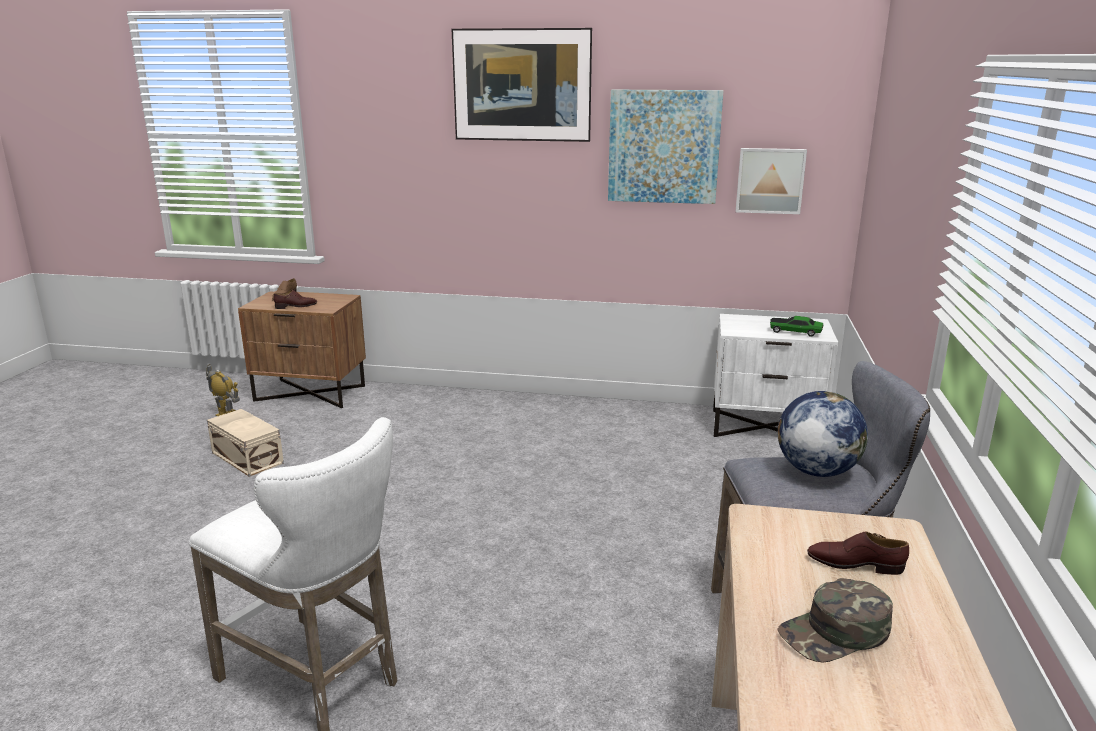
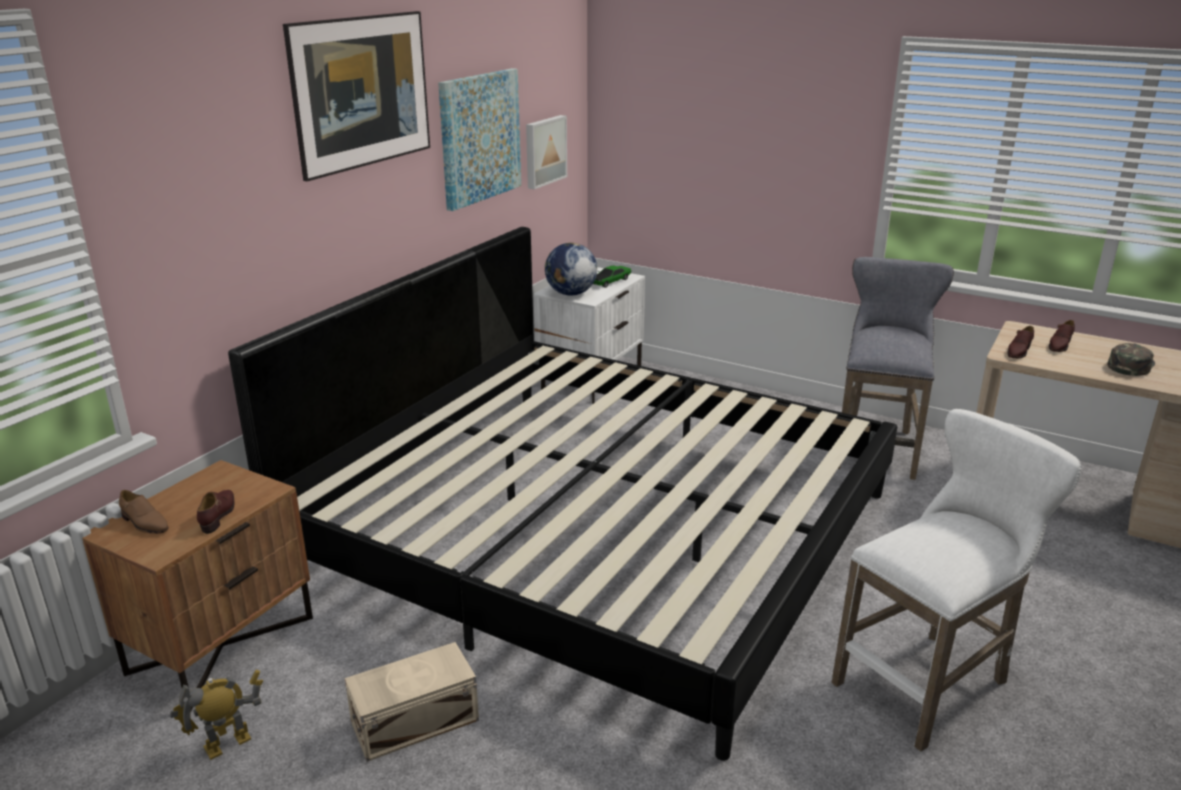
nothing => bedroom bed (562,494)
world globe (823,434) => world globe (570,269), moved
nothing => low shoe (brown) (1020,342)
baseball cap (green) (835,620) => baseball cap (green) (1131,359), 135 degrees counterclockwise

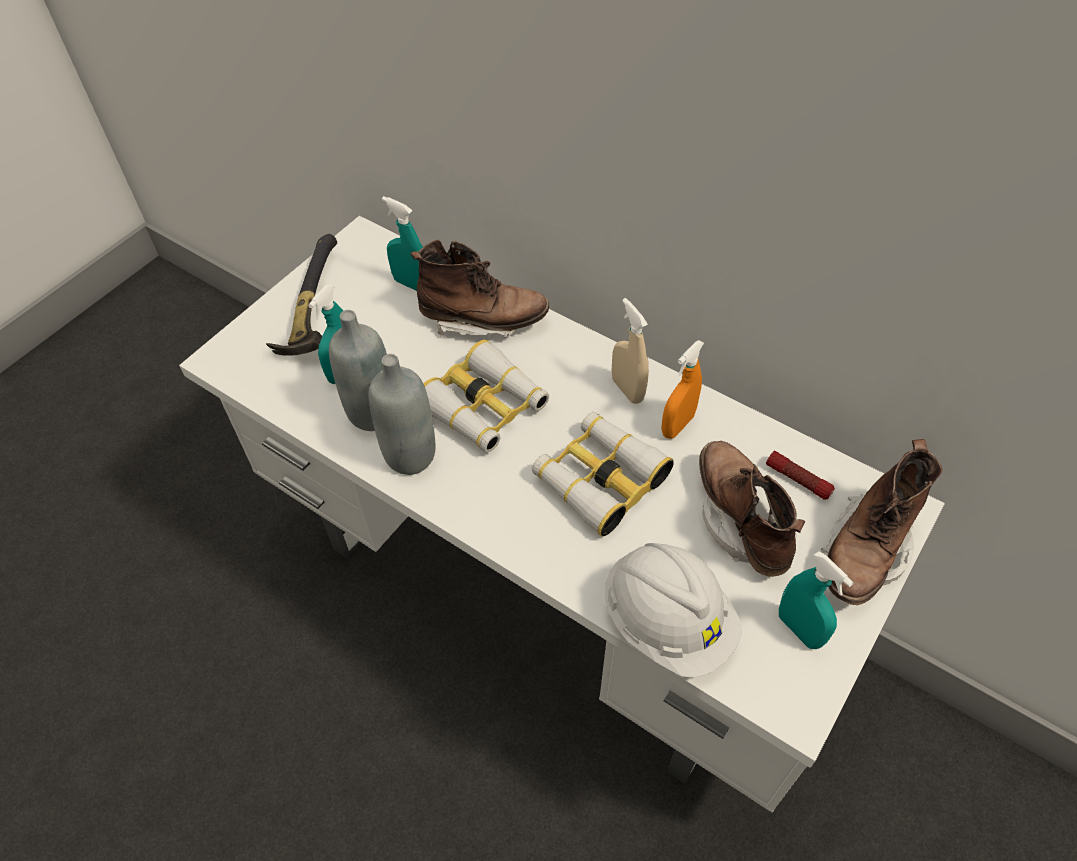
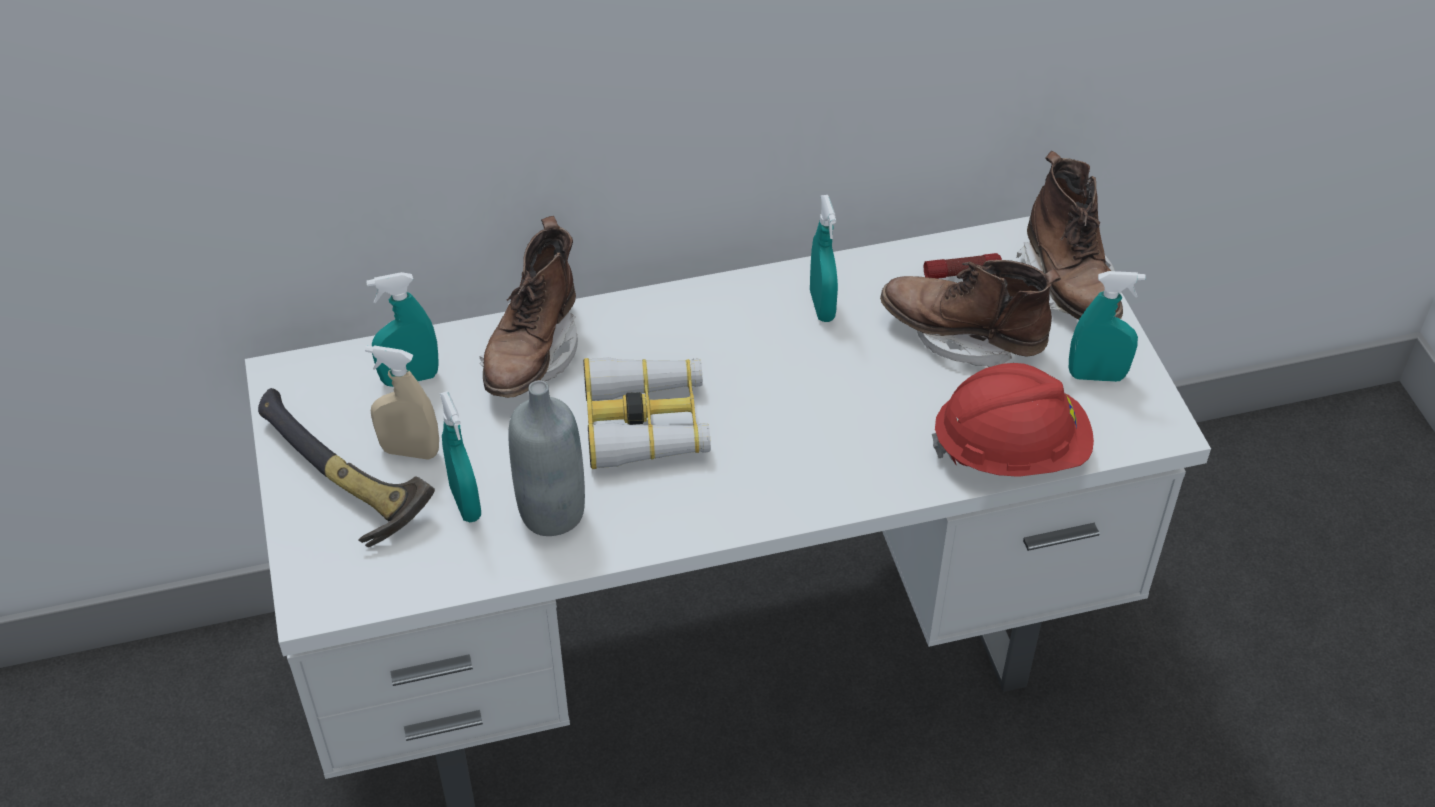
spray bottle (beige) (630,351) => spray bottle (beige) (402,402), moved
boot (brown) (479,289) => boot (brown) (528,307), 150 degrees clockwise
spray bottle (orange) (682,389) => spray bottle (turquoise) (824,258)
hard hat (whitish) (673,610) => hard hat (reddish) (1013,420)
beverage bottle (greyish) (401,414) => nothing
binoculars (603,474) => nothing

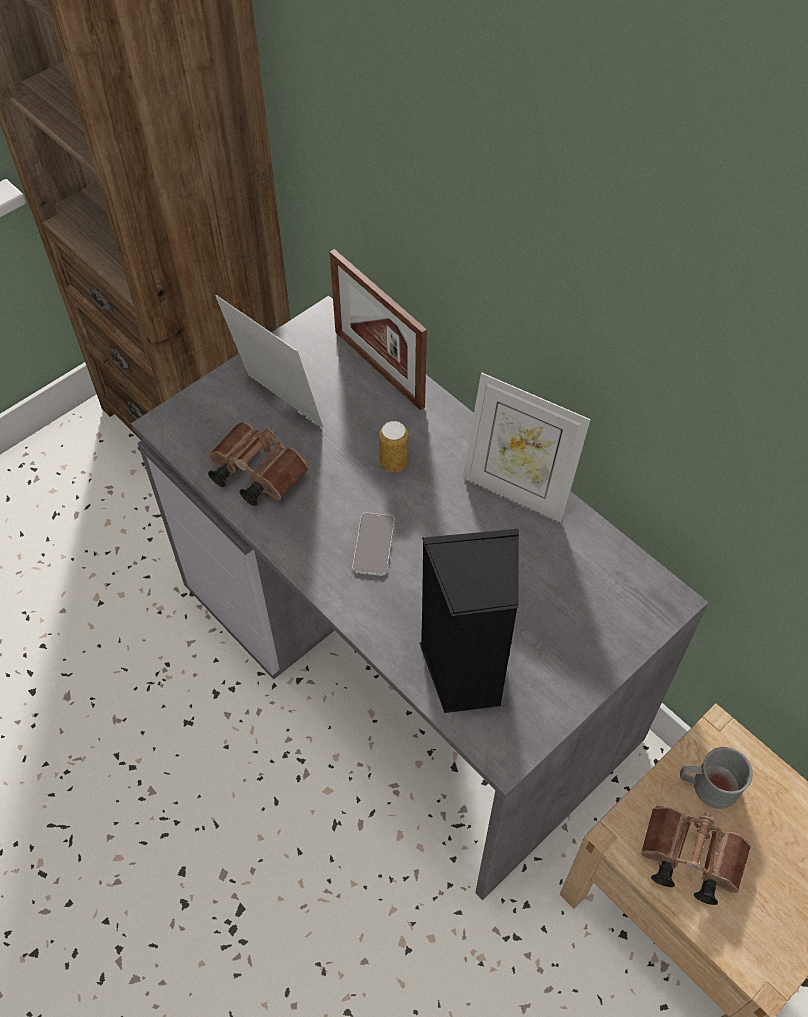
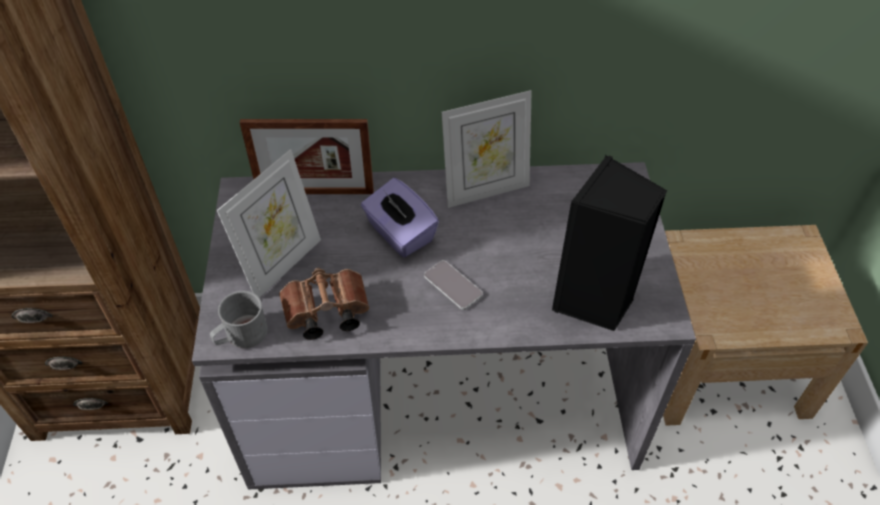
mug (greyish) (716,778) => mug (greyish) (239,319), moved
photo frame (269,361) => photo frame (269,223), 135 degrees clockwise
metal can (393,447) => tissue box (purplish) (400,217)
binoculars (brown) (696,855) => nothing

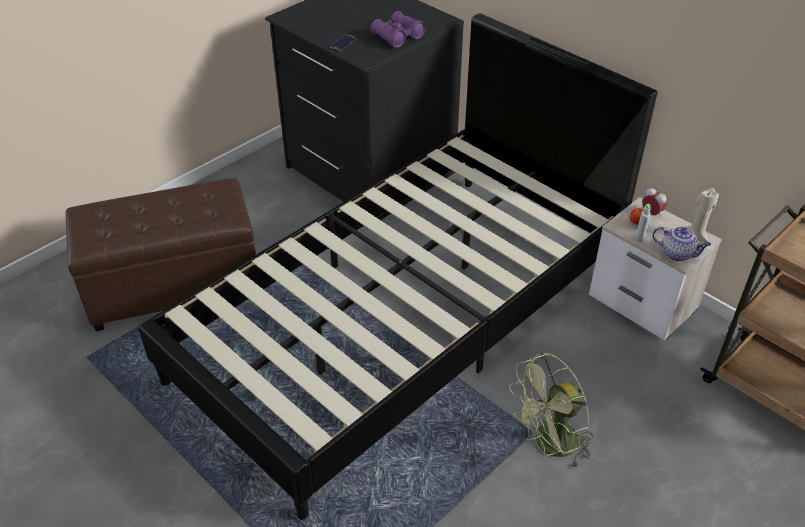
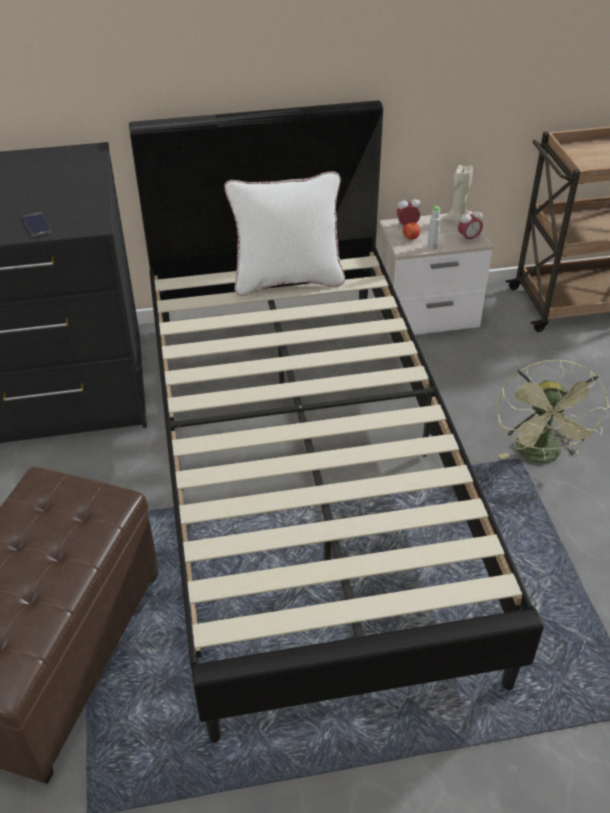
nothing => throw pillow (whitish) (284,233)
teapot (681,243) => bedside clock (470,225)
binoculars (purplish) (398,29) => nothing

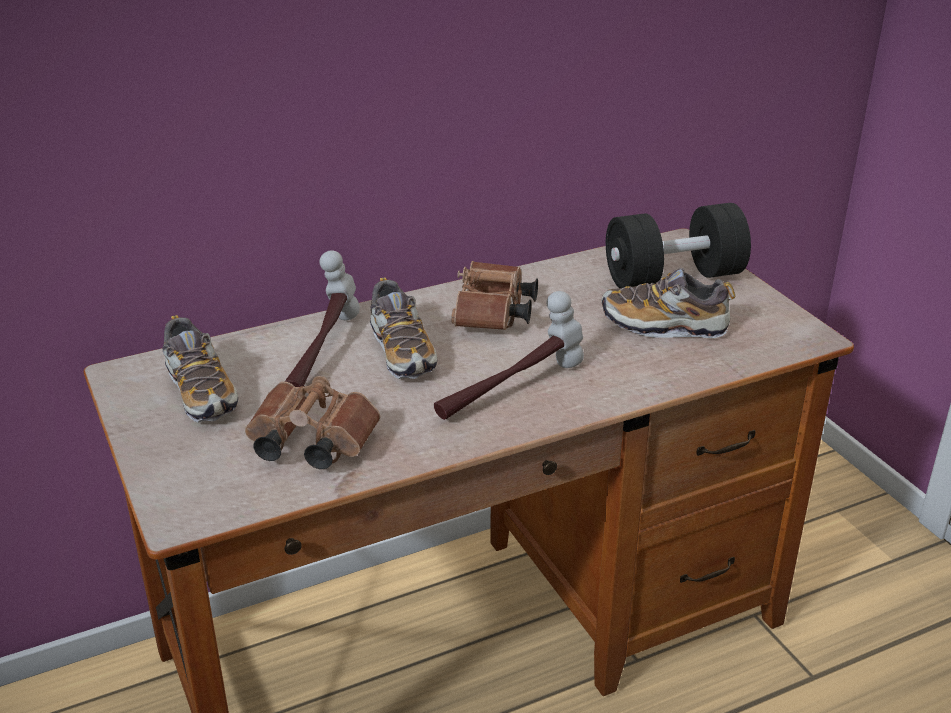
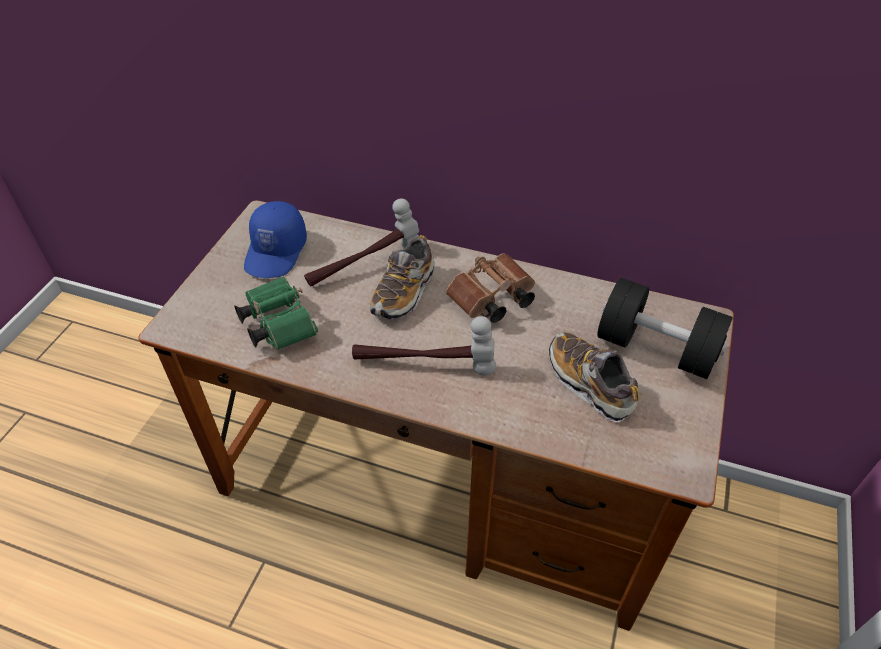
binoculars (brown) (312,422) => binoculars (green) (276,313)
low shoe (200,369) => baseball cap (blue-coloured) (275,239)

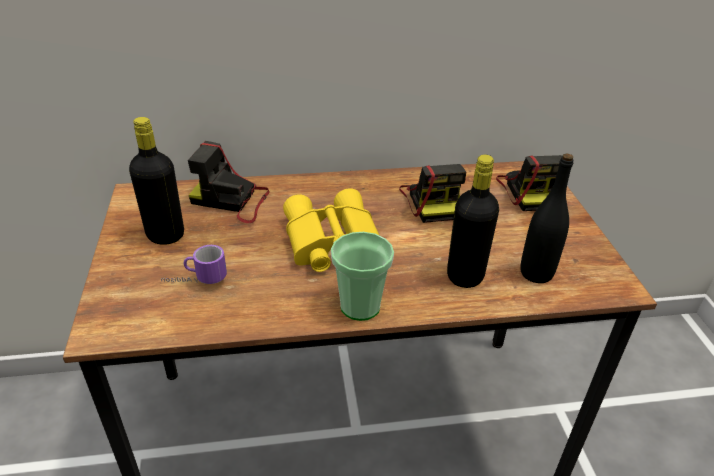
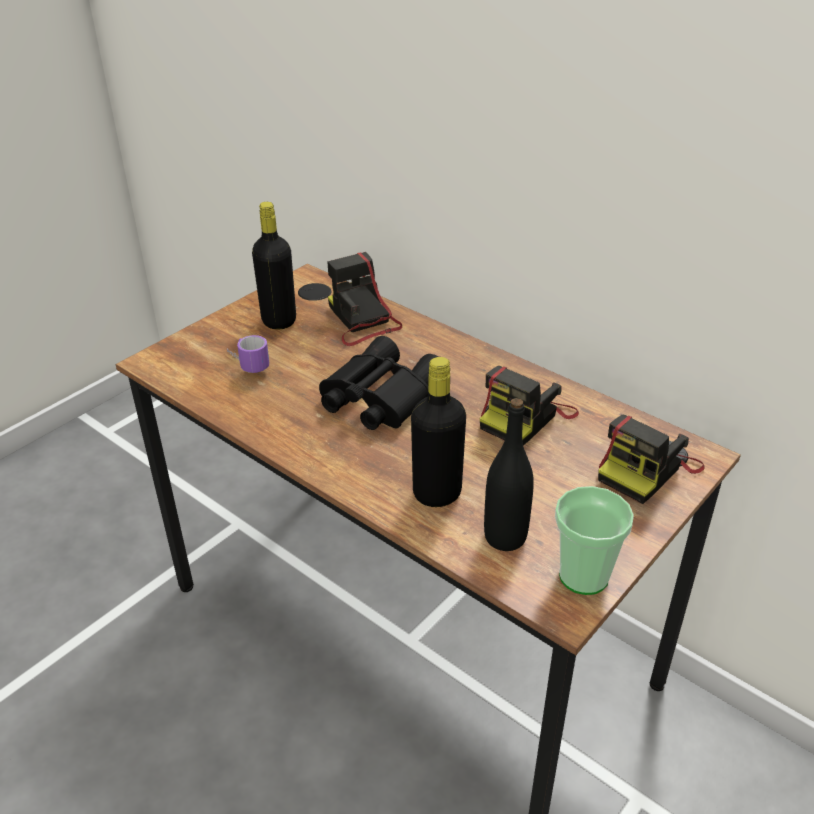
binoculars (yellow-coloured) (331,230) => binoculars (blackish) (378,383)
cup (362,276) => cup (594,540), moved

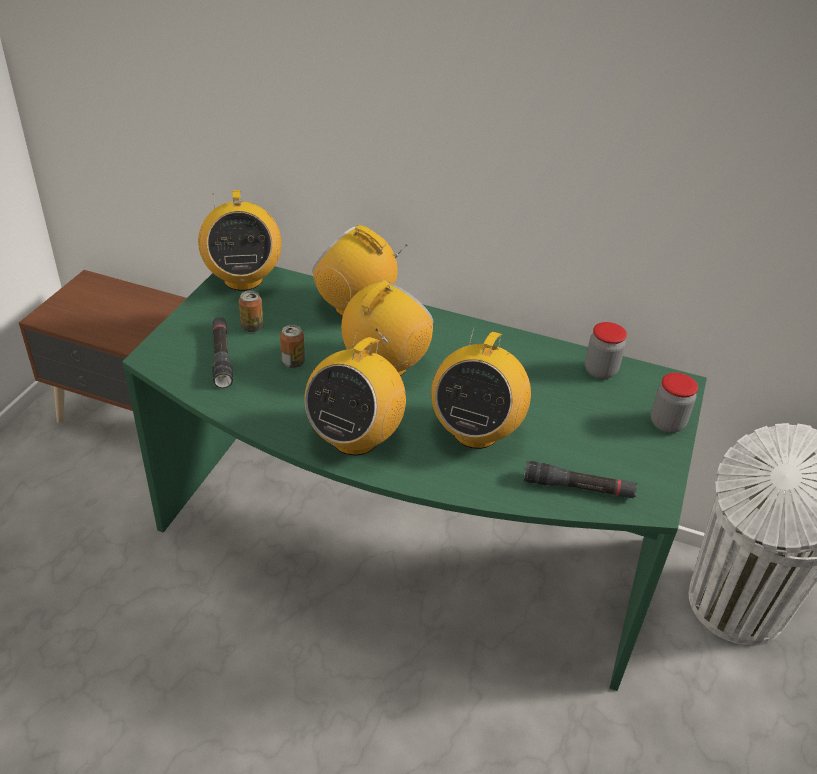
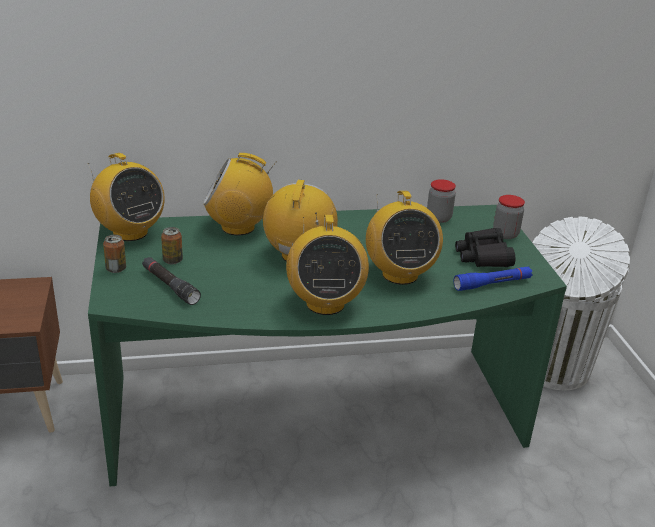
metal can (292,346) => metal can (114,254), moved
flashlight (blackish) (580,479) => flashlight (blue-coloured) (493,279)
nothing => binoculars (blackish) (485,247)

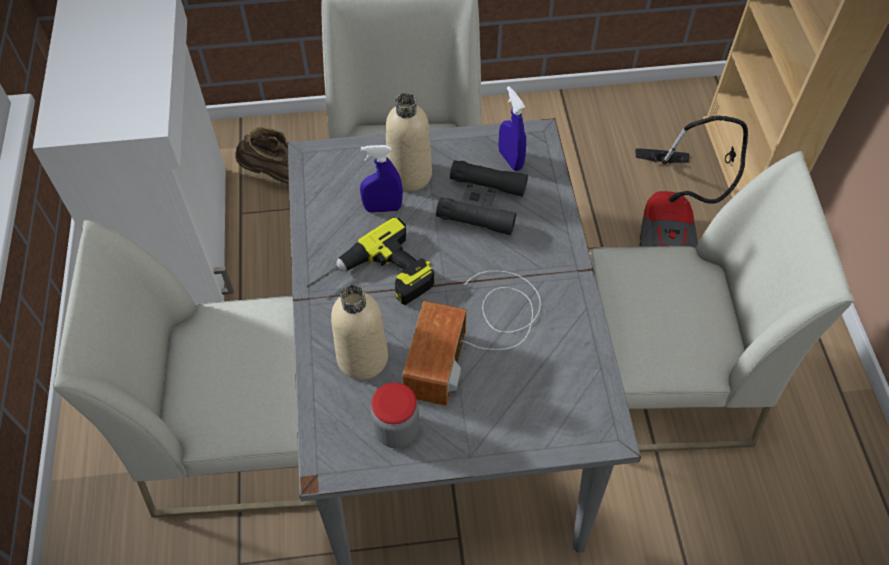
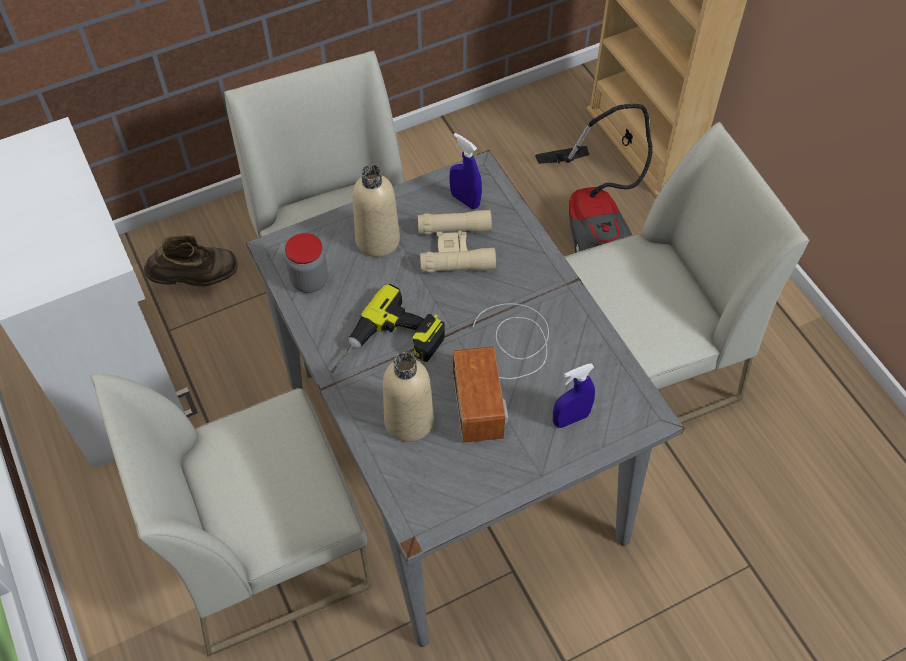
storage jar (395,415) => storage jar (306,263), moved
binoculars (blackish) (482,197) => binoculars (beige) (457,241)
spray bottle (blue-coloured) (381,179) => spray bottle (blue-coloured) (574,395), moved

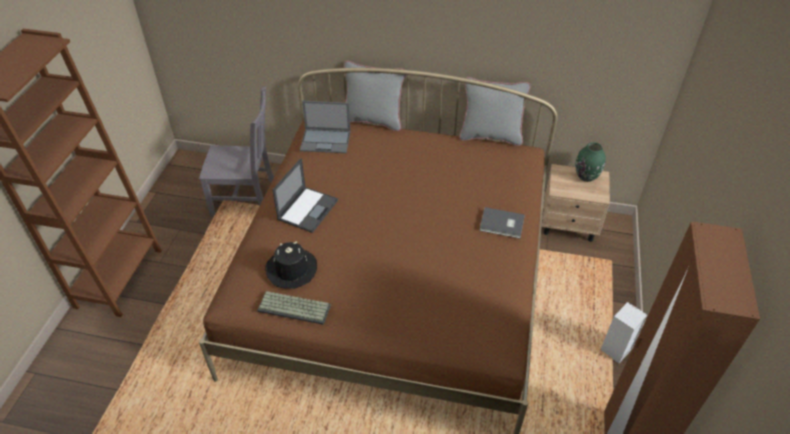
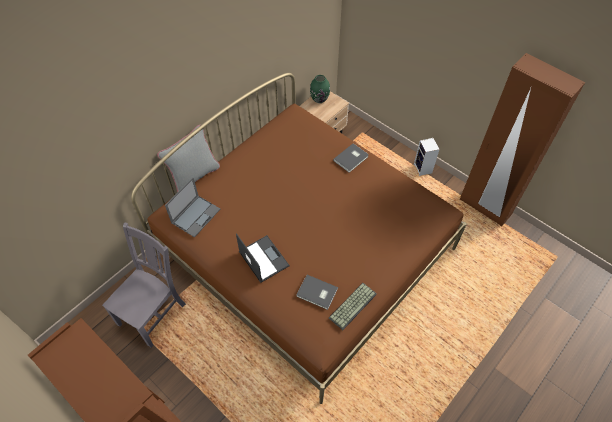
hat (blackish) (291,265) => book (greyish) (317,292)
throw pillow (greyish) (494,111) => nothing

